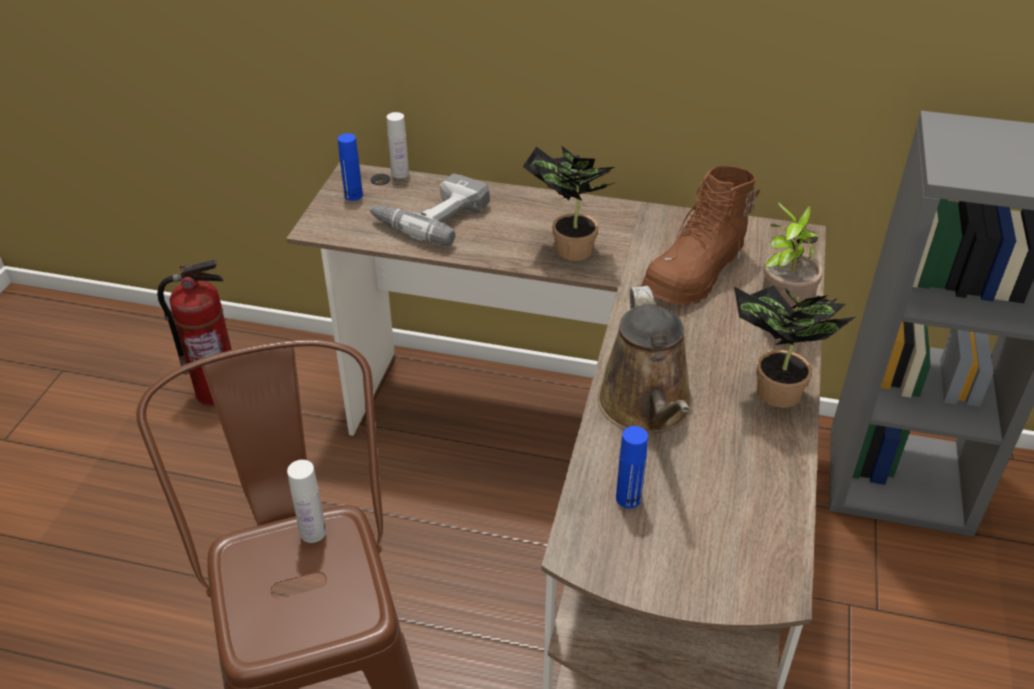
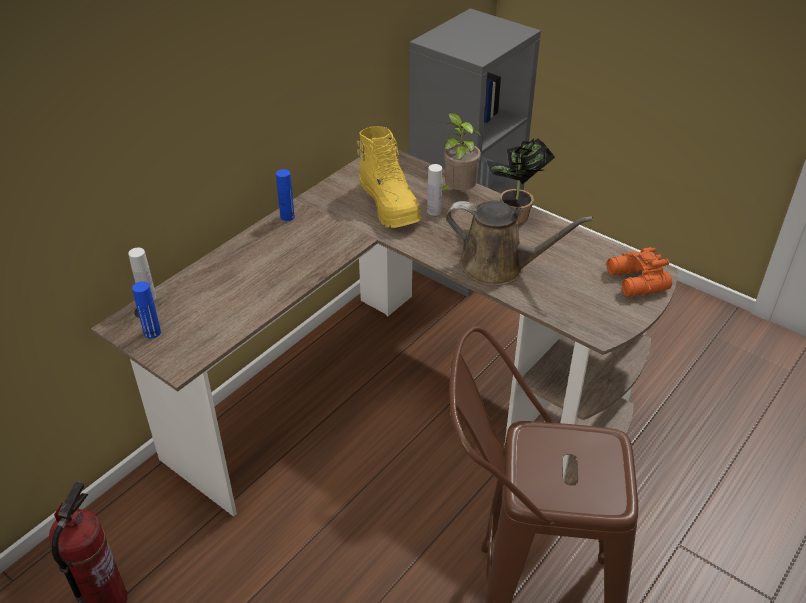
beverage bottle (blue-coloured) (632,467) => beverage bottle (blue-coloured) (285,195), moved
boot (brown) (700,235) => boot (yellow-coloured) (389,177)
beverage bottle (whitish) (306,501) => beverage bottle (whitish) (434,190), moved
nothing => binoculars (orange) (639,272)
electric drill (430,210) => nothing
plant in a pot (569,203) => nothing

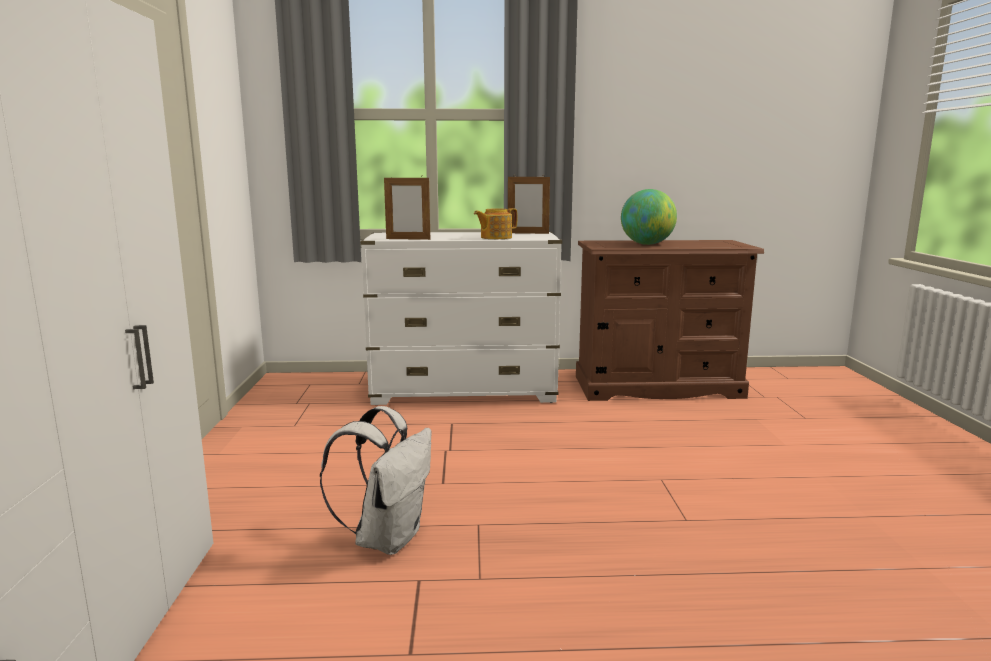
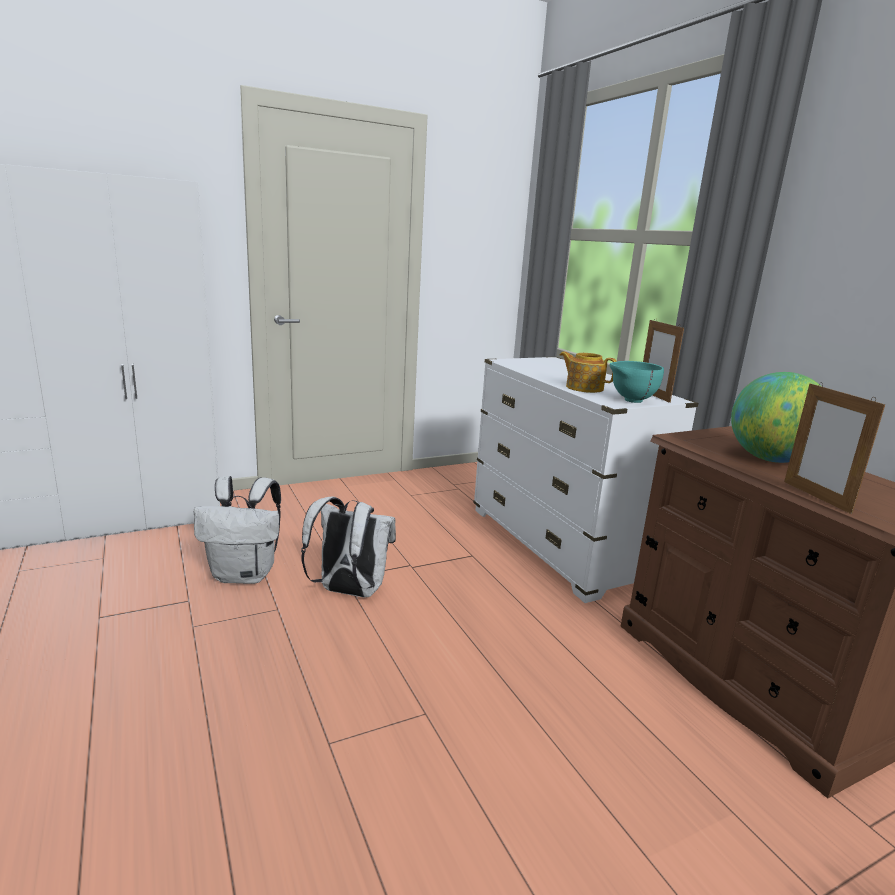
nothing => backpack (whitish) (348,547)
nothing => deep dish (turquoise) (637,382)
photo frame (407,208) => photo frame (834,448), moved

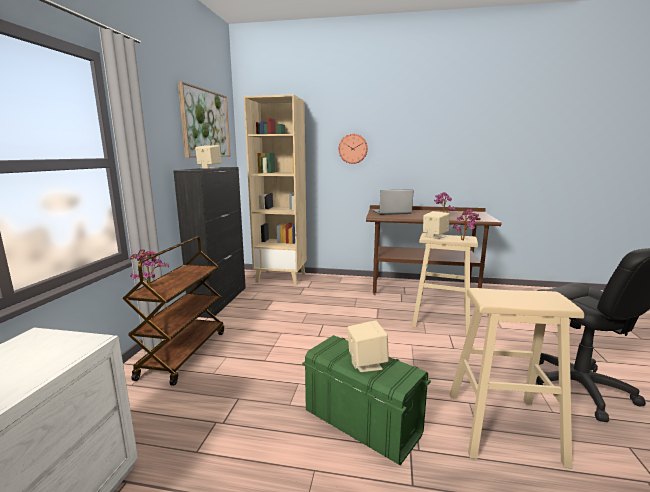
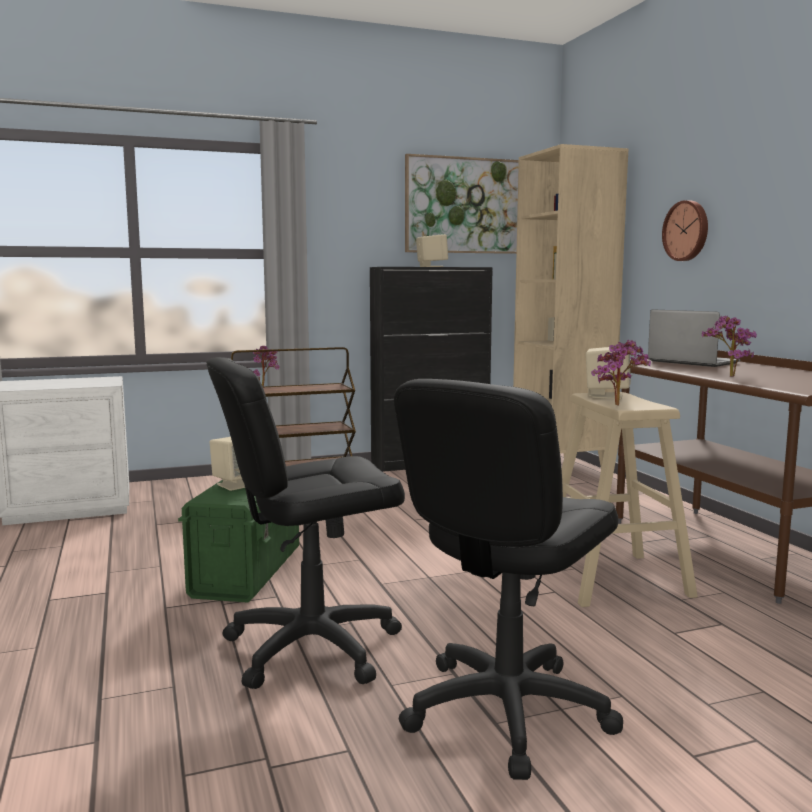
sitting stool (beige) (517,378) => office chair (blackish) (305,523)

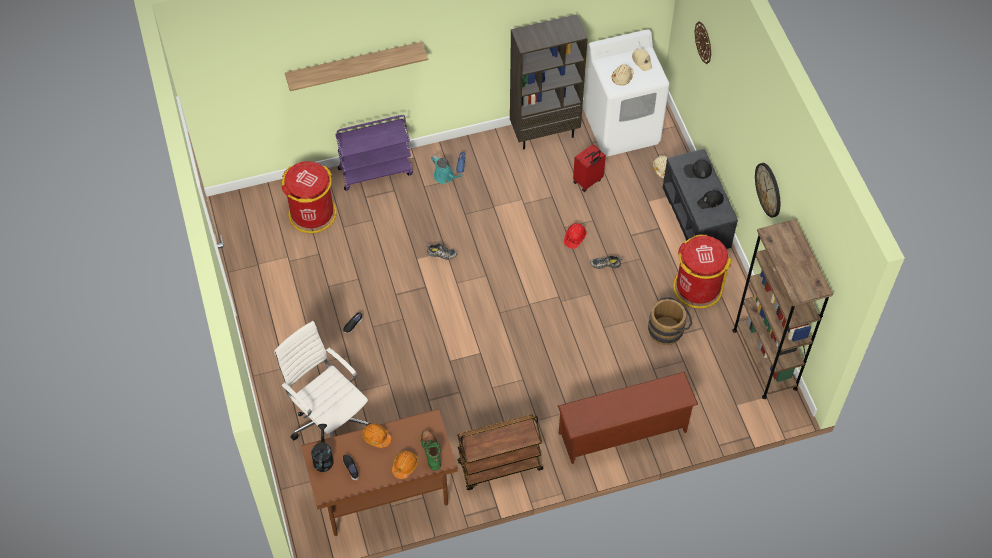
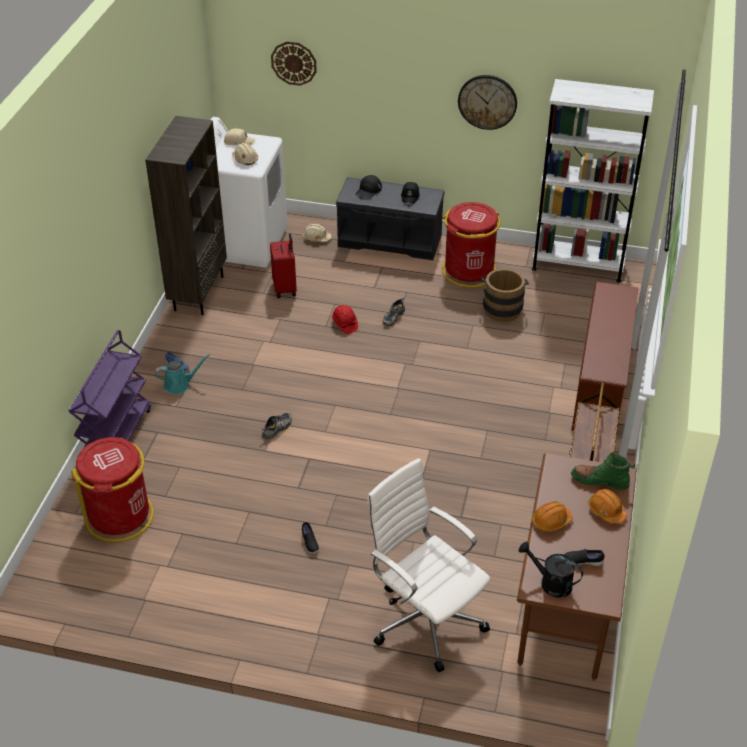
office chair (whitish) (322,380) => office chair (whitish) (428,565), 60 degrees clockwise
bookshelf (brown) (782,309) => bookshelf (whitish) (593,181)
bracket shelf (356,66) => nothing

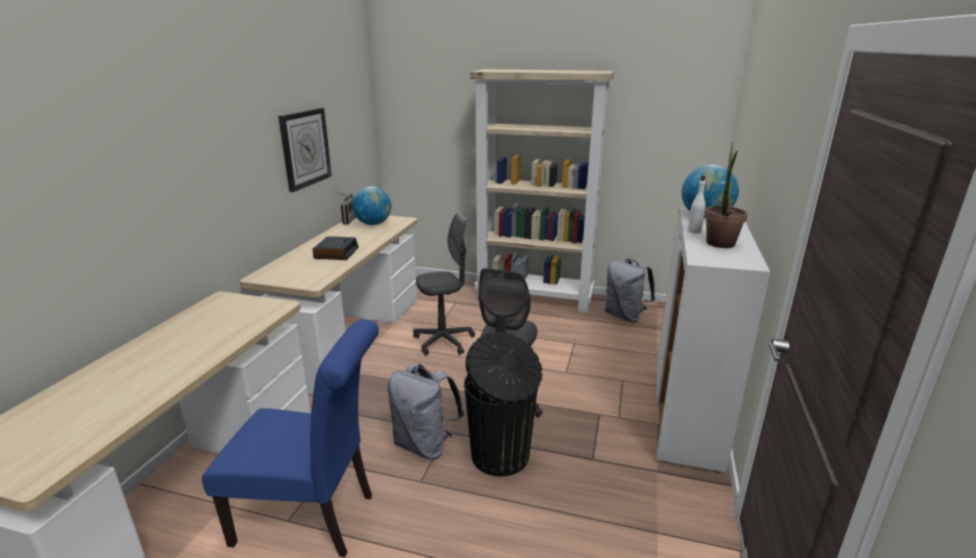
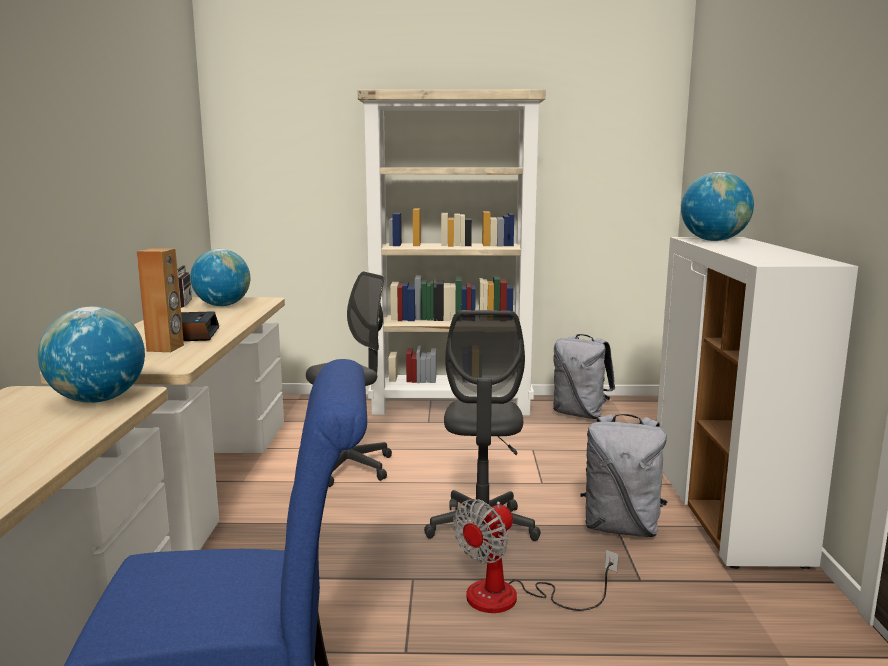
nothing => world globe (91,355)
nothing => speaker (brown) (160,300)
rubbish bin (blackish) (503,404) => cooling fan (536,556)
backpack (greyish) (425,411) => backpack (greyish) (624,475), moved
clock on the wall (305,150) => nothing
beverage bottle (whitish) (697,204) => nothing
plant in a pot (726,195) => nothing

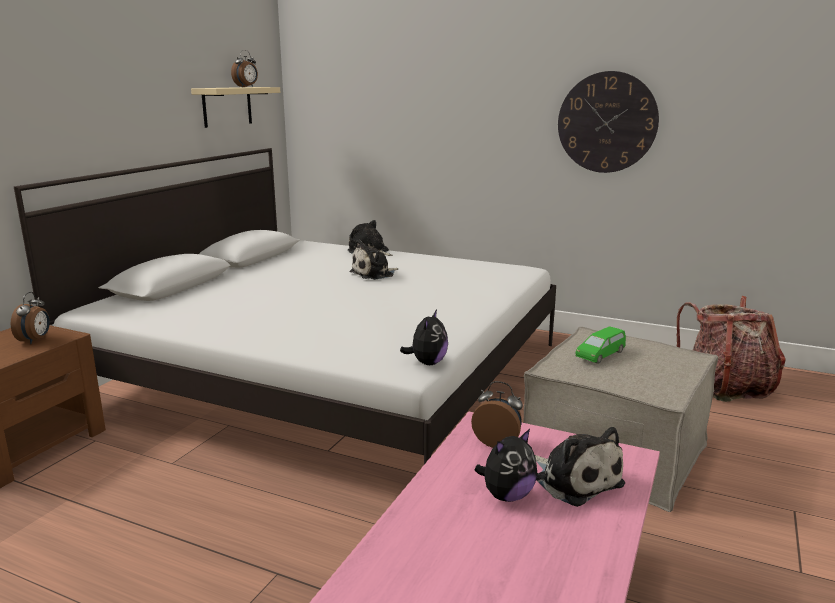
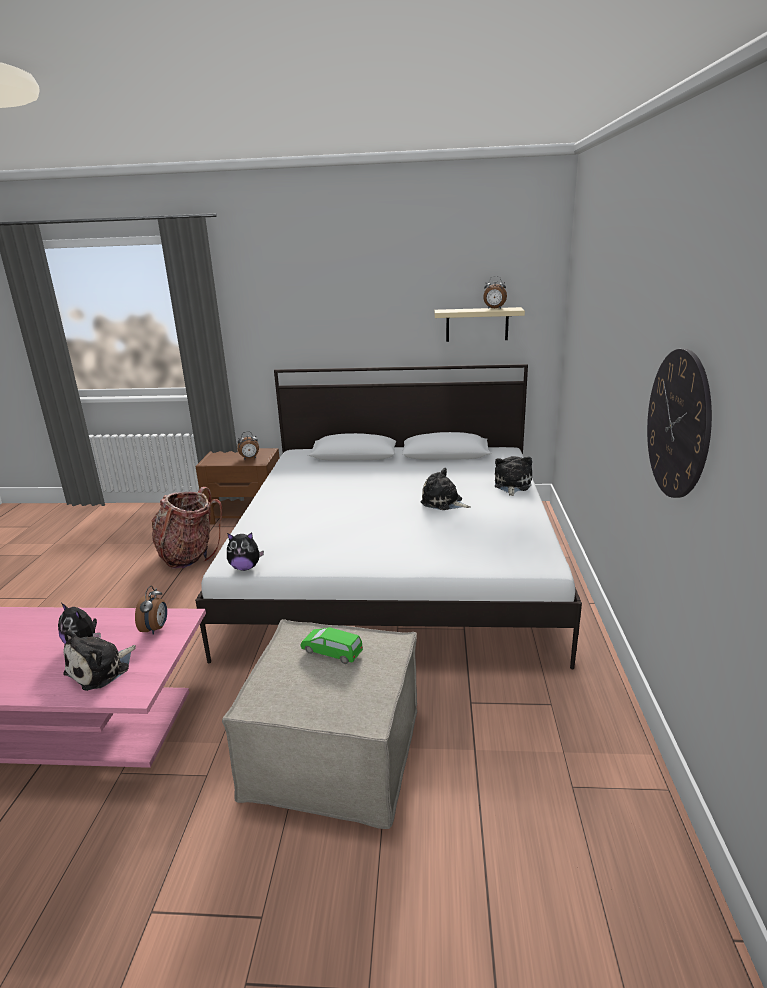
backpack (731,349) => backpack (186,528), moved

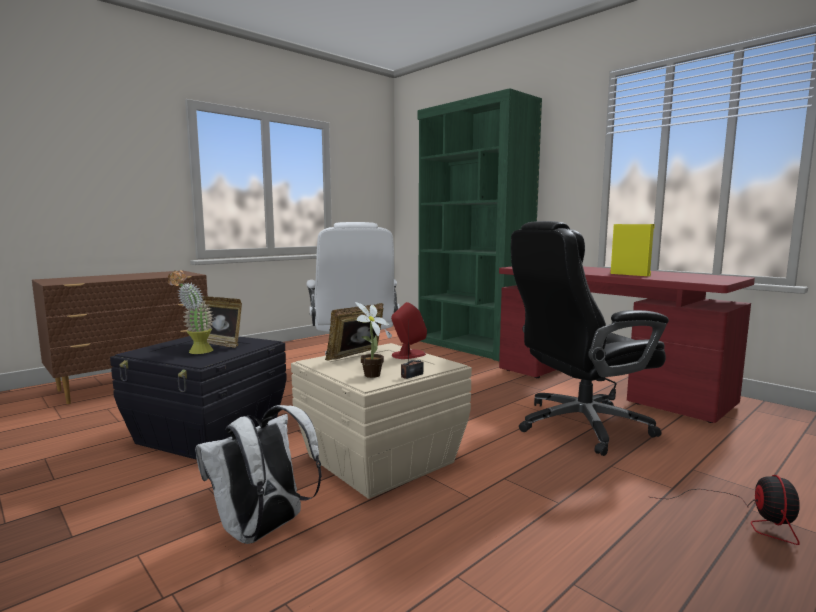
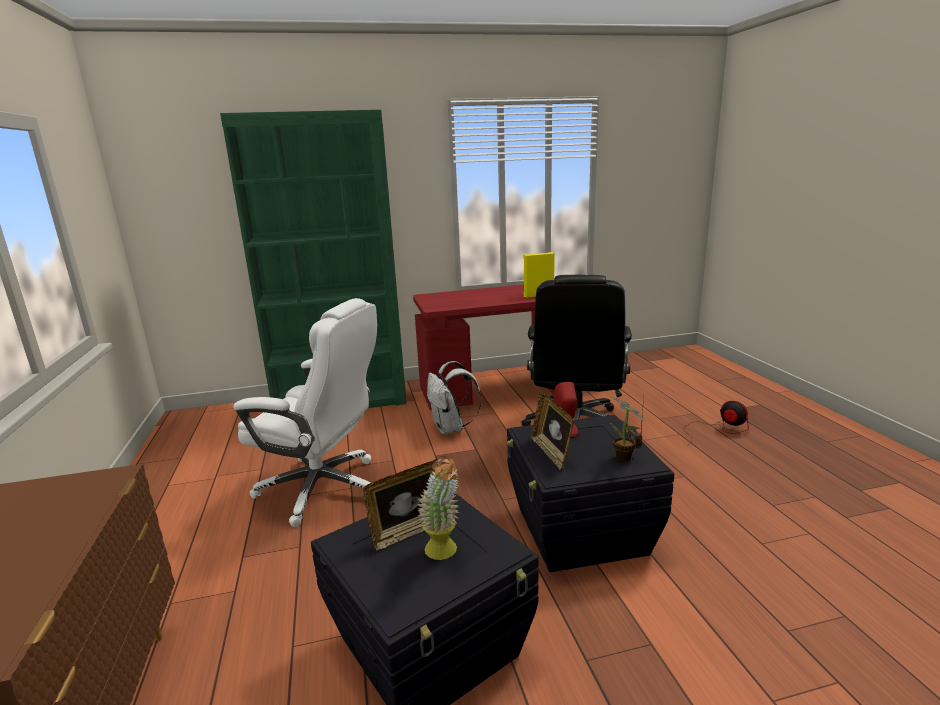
backpack (whitish) (258,474) => backpack (whitish) (454,398), moved
storage box (beige) (381,421) => storage box (blackish) (590,493)

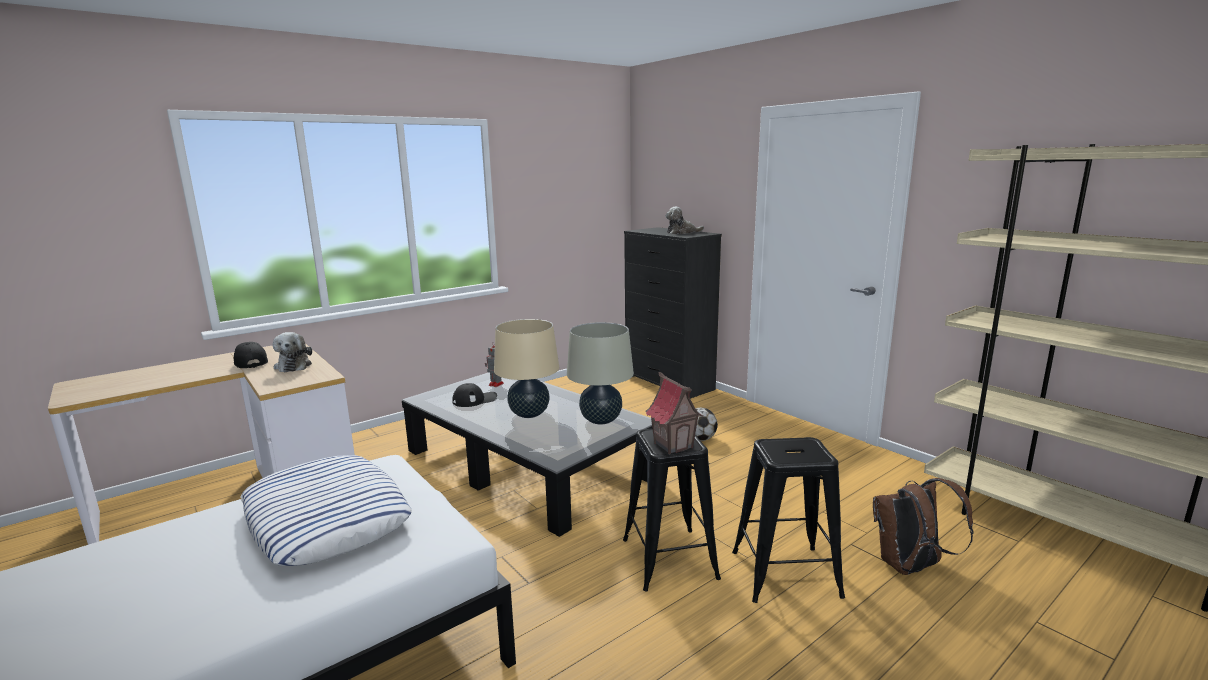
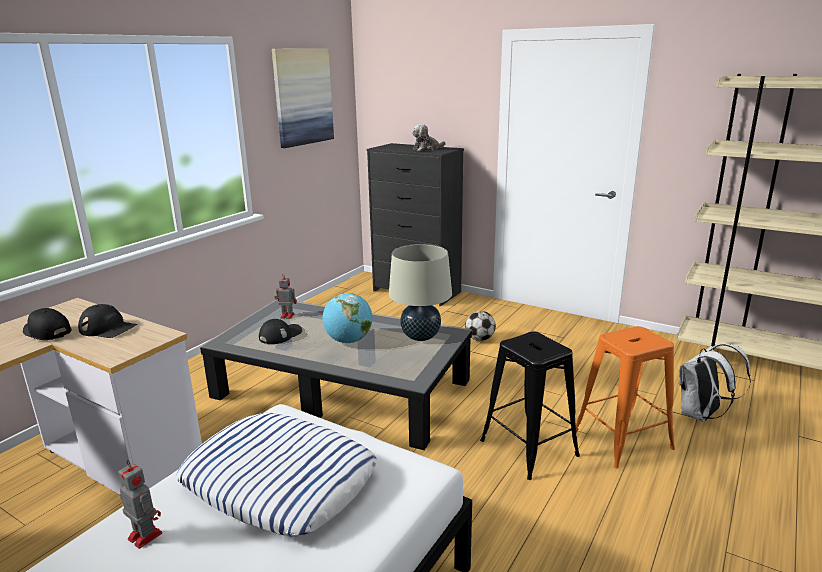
plush toy (292,352) => baseball cap (blackish) (107,321)
nothing => toy robot (140,504)
nothing => picture (303,98)
table lamp (beige) (526,368) => world globe (347,318)
sitting stool (blackish) (788,520) => sitting stool (orange) (625,397)
backpack (brown) (923,526) => backpack (whitish) (715,382)
model house (674,413) => nothing

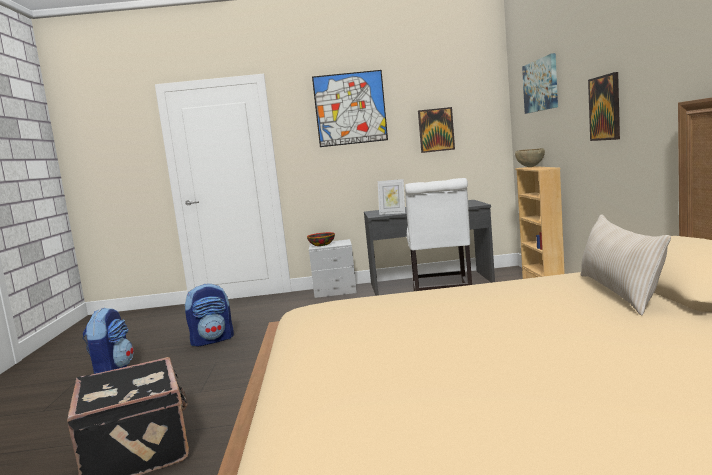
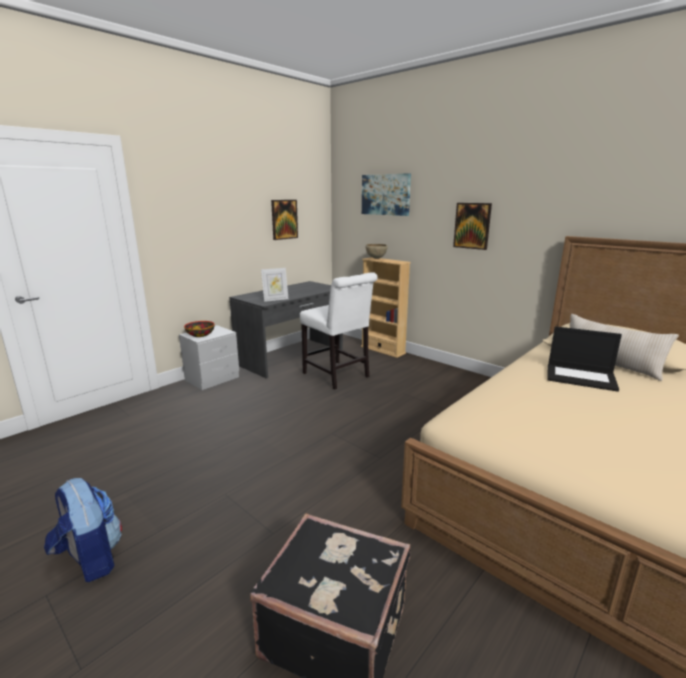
nothing => portable computer (585,359)
backpack (209,315) => nothing
picture (350,108) => nothing

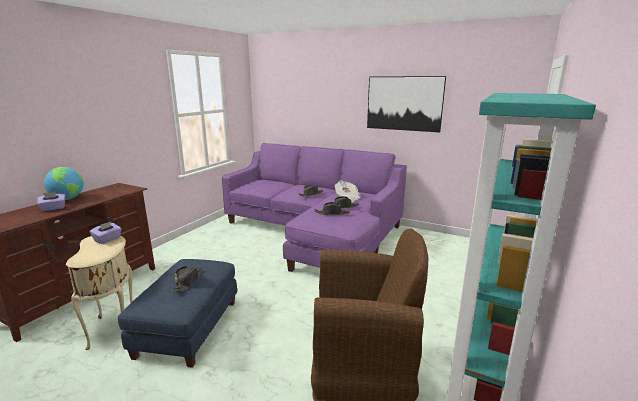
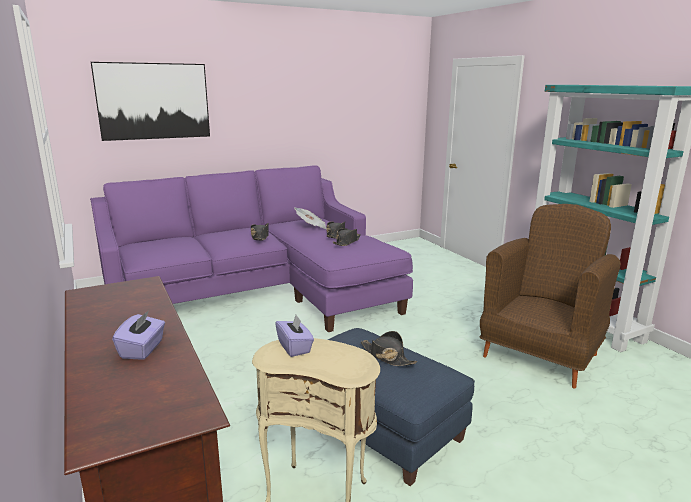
picture (406,104) => picture (150,101), moved
world globe (64,183) => nothing

